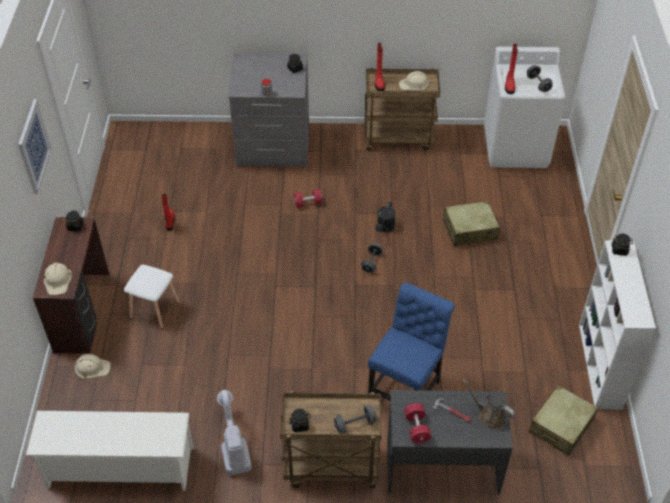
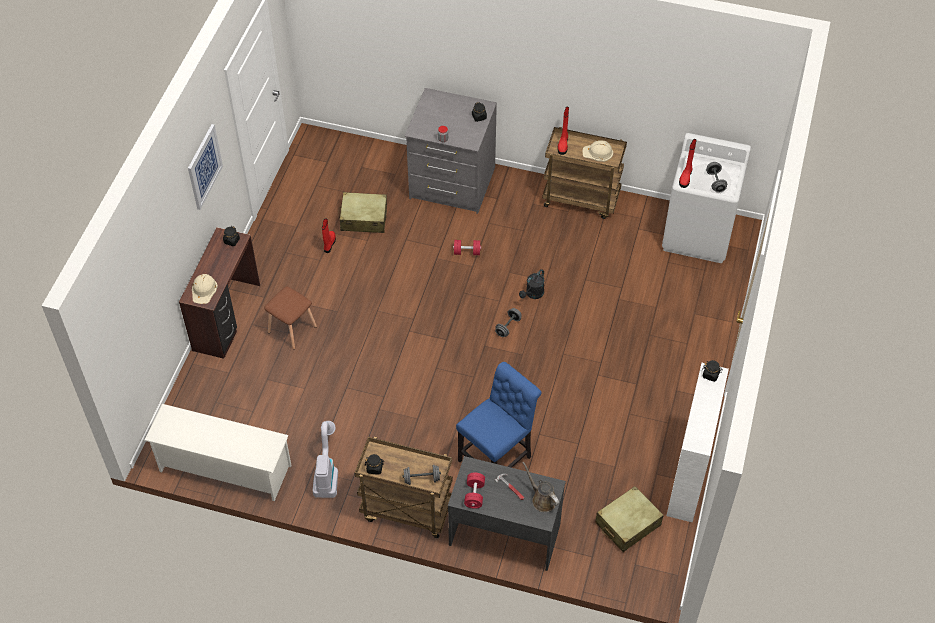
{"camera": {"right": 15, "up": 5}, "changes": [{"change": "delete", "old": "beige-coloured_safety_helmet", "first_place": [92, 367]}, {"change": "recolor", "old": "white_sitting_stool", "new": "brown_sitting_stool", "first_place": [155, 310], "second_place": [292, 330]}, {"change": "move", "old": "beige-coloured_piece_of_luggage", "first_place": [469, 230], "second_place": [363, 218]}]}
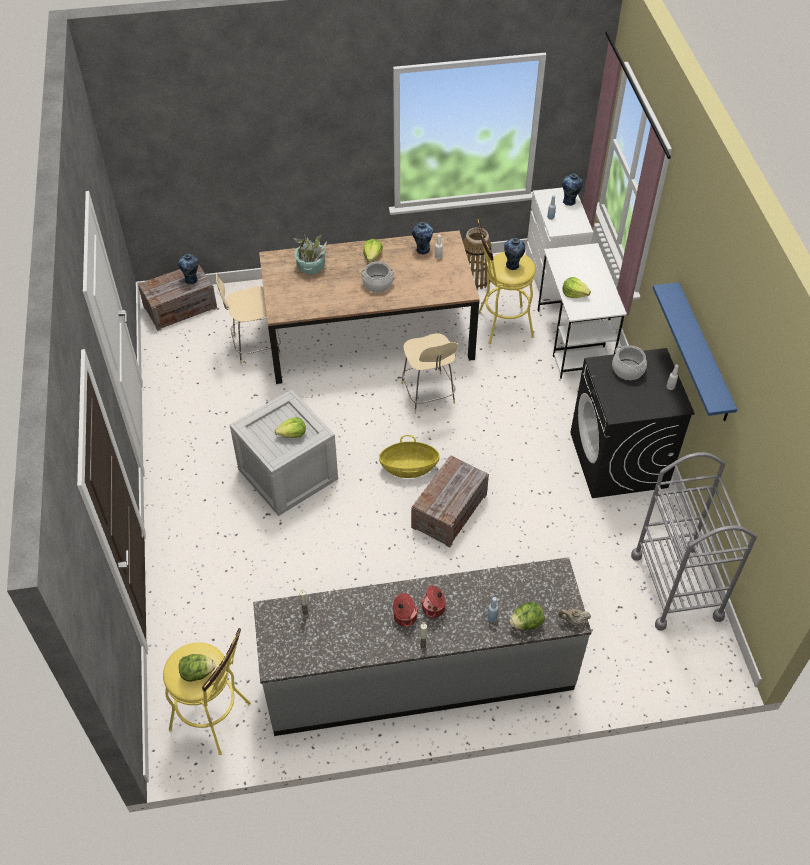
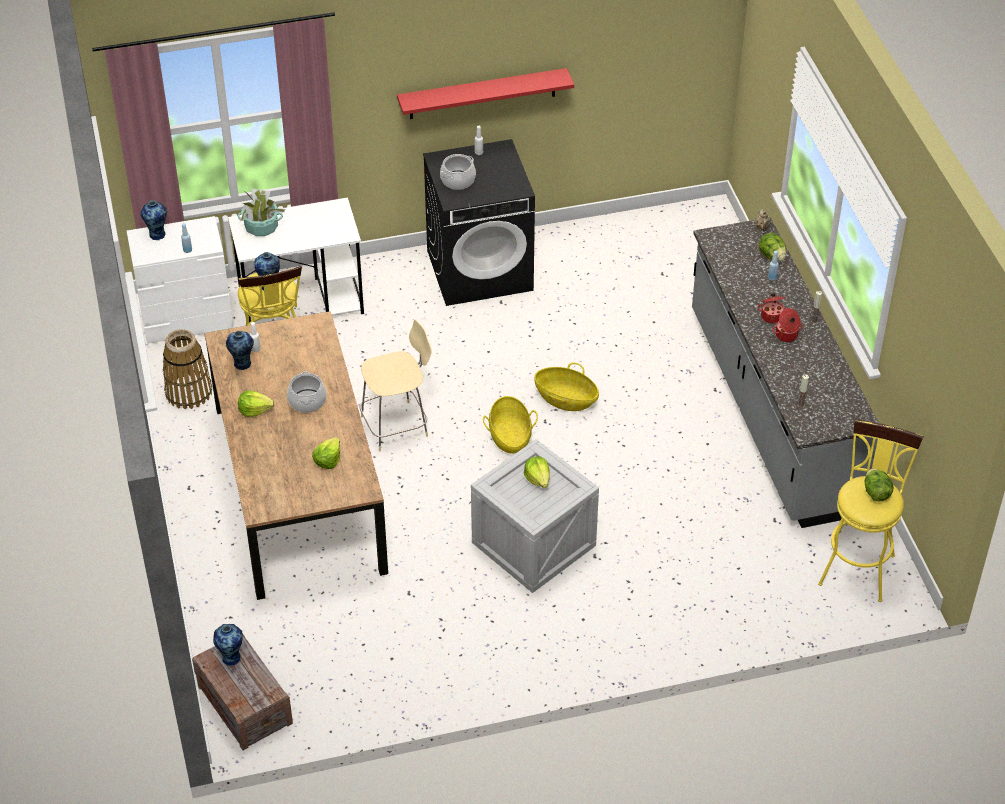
{"camera": {"right": -95, "up": -5}, "changes": [{"change": "delete", "old": "beige-coloured_chair", "first_place": [254, 346]}, {"change": "move", "old": "plant_in_a_pot", "first_place": [311, 266], "second_place": [261, 227]}, {"change": "replace", "old": "shipping_crate", "new": "household_basket", "first_place": [449, 510], "second_place": [566, 399]}, {"change": "move", "old": "head_of_lettuce", "first_place": [574, 293], "second_place": [328, 460]}, {"change": "delete", "old": "greyish_cart", "first_place": [676, 586]}, {"change": "recolor", "old": "blue-coloured_wall_shelf", "new": "reddish_wall_shelf", "first_place": [703, 353], "second_place": [482, 94]}]}
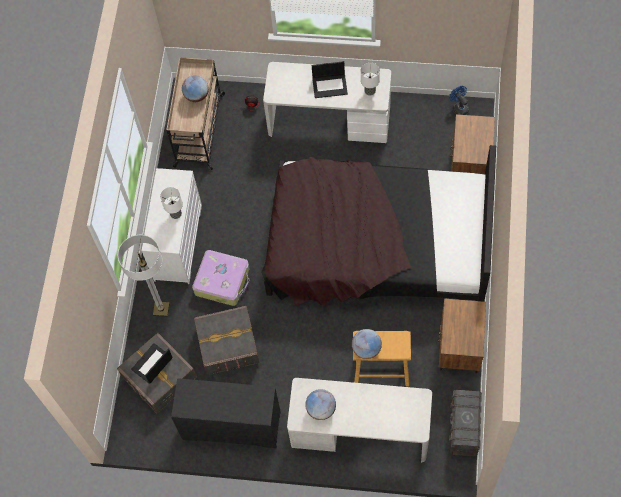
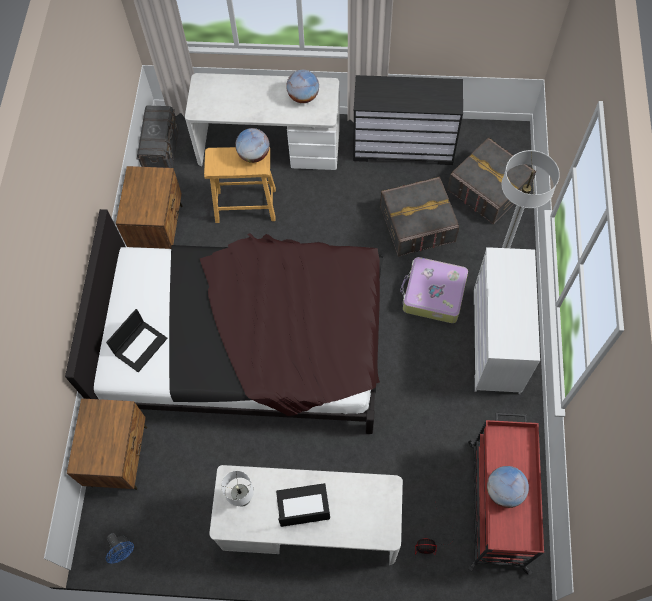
{"camera": {"right": 175, "up": 0}, "changes": [{"change": "move", "old": "laptop", "first_place": [152, 364], "second_place": [140, 345]}, {"change": "delete", "old": "lamp_for_a_table", "first_place": [176, 213]}, {"change": "recolor", "old": "beige-coloured_cart", "new": "reddish_cart", "first_place": [199, 131], "second_place": [496, 504]}]}
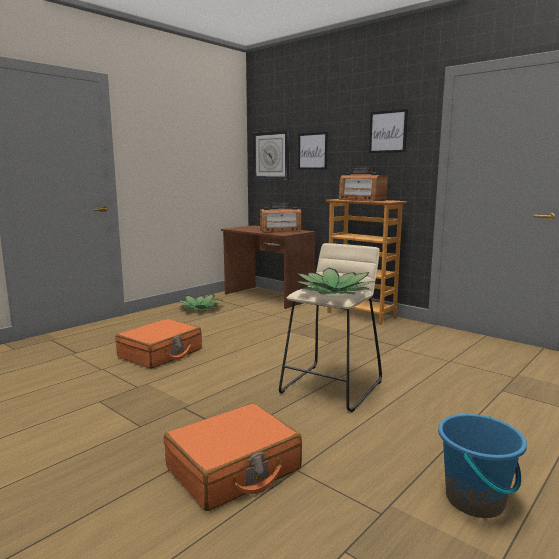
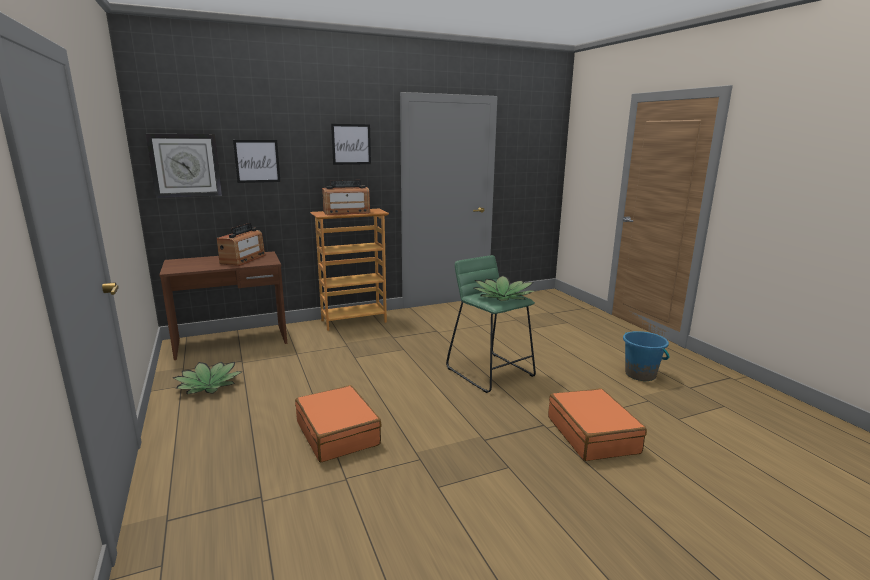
{"camera": {"right": -65, "up": 5}, "changes": [{"change": "recolor", "old": "beige-coloured_sitting_stool", "new": "greenish_sitting_stool", "first_place": [332, 387], "second_place": [490, 372]}]}
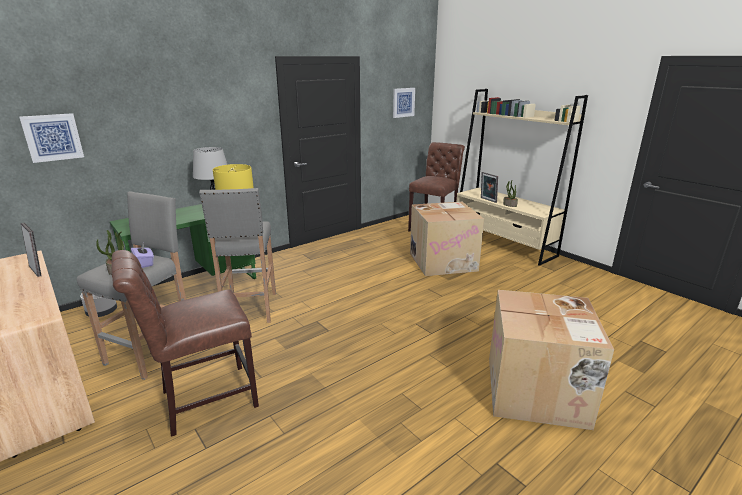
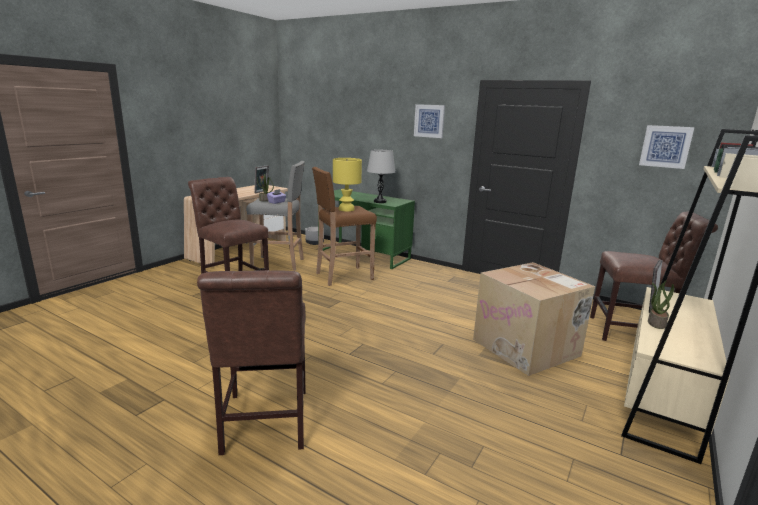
{"camera": {"right": 70, "up": -5}, "changes": [{"change": "move", "old": "picture", "first_place": [53, 137], "second_place": [429, 121]}, {"change": "recolor", "old": "greyish_sitting_stool", "new": "brown_sitting_stool", "first_place": [250, 309], "second_place": [343, 276]}, {"change": "replace", "old": "carton", "new": "brown_chair", "first_place": [537, 392], "second_place": [264, 425]}]}
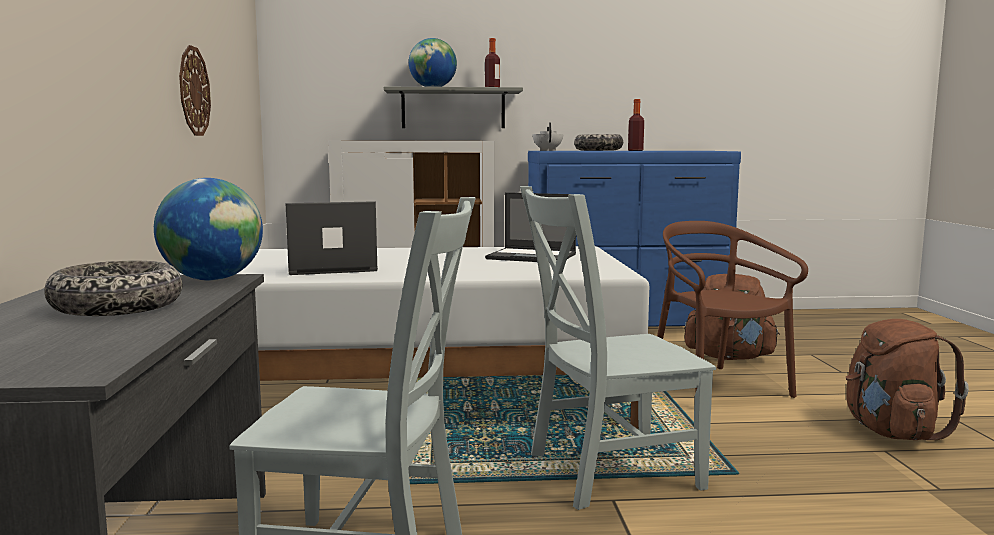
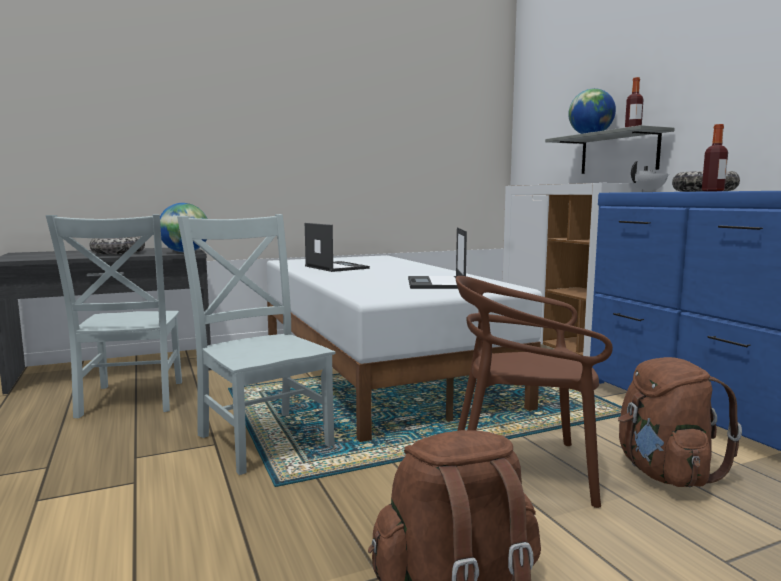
{"camera": {"right": 70, "up": 0}, "changes": [{"change": "delete", "old": "wall_clock", "first_place": [193, 91]}, {"change": "rotate", "old": "brown_chair", "first_place": [716, 387], "second_place": [521, 469], "degrees": -135}]}
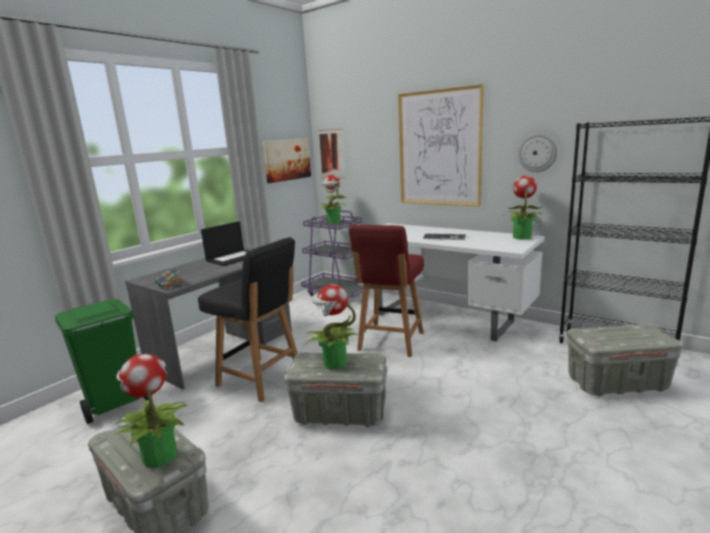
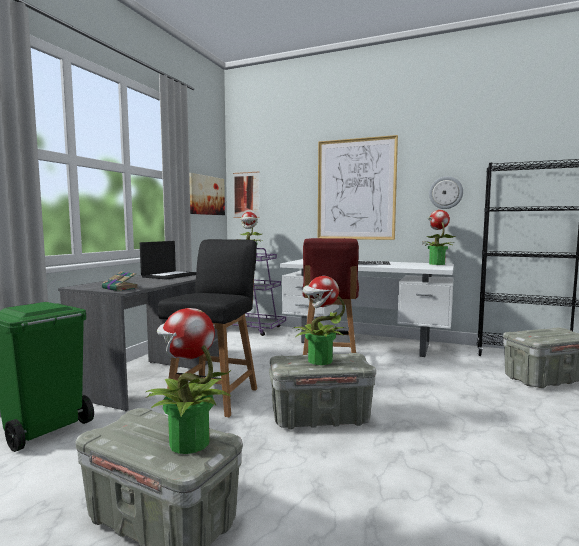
{"camera": {"right": -15, "up": -10}, "changes": [{"change": "rotate", "old": "black-coloured_chair", "first_place": [261, 379], "second_place": [215, 396], "degrees": -90}]}
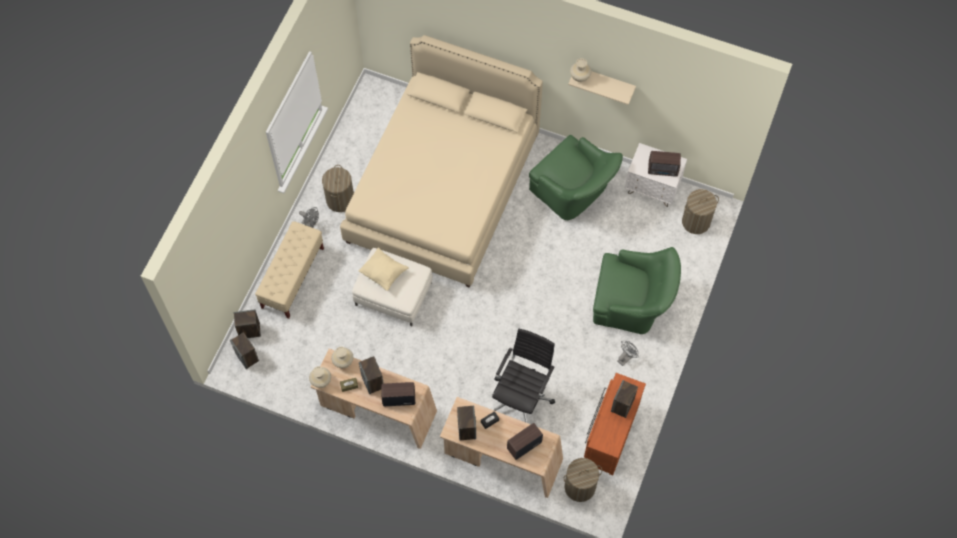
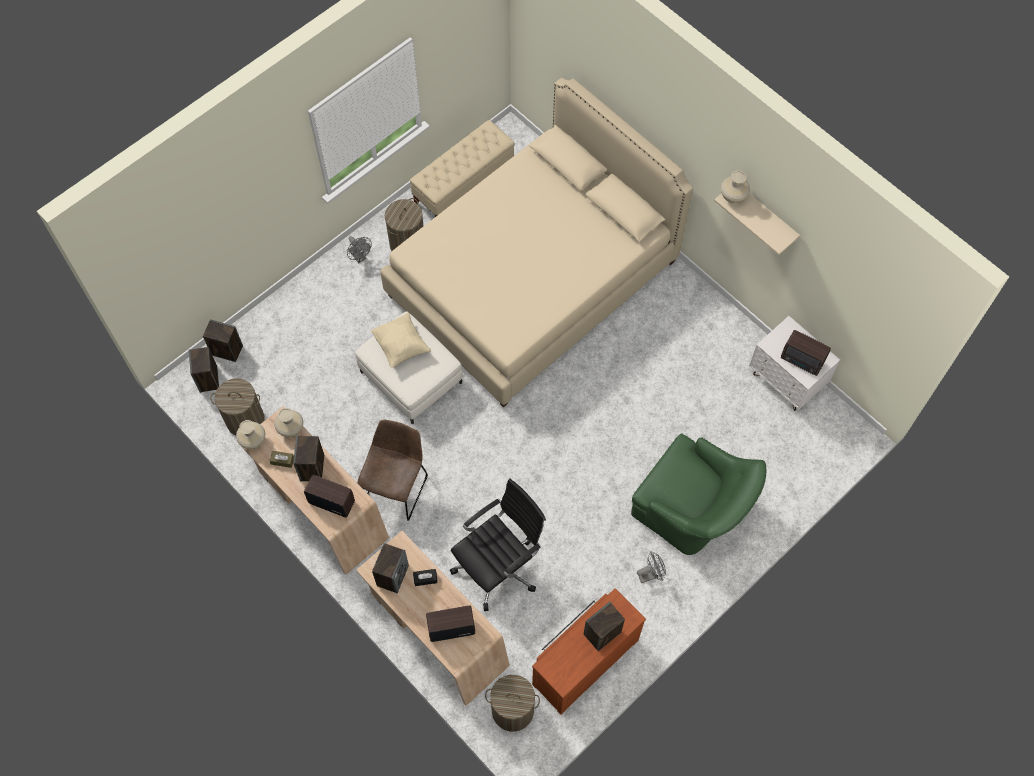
{"camera": {"right": 25, "up": 0}, "changes": [{"change": "move", "old": "beige-coloured_bench", "first_place": [293, 278], "second_place": [464, 186]}, {"change": "delete", "old": "greenish_lounge_chair", "first_place": [574, 192]}, {"change": "move", "old": "hamper", "first_place": [696, 222], "second_place": [245, 420]}, {"change": "insert", "new": "brown_chair", "second_place": [396, 486]}]}
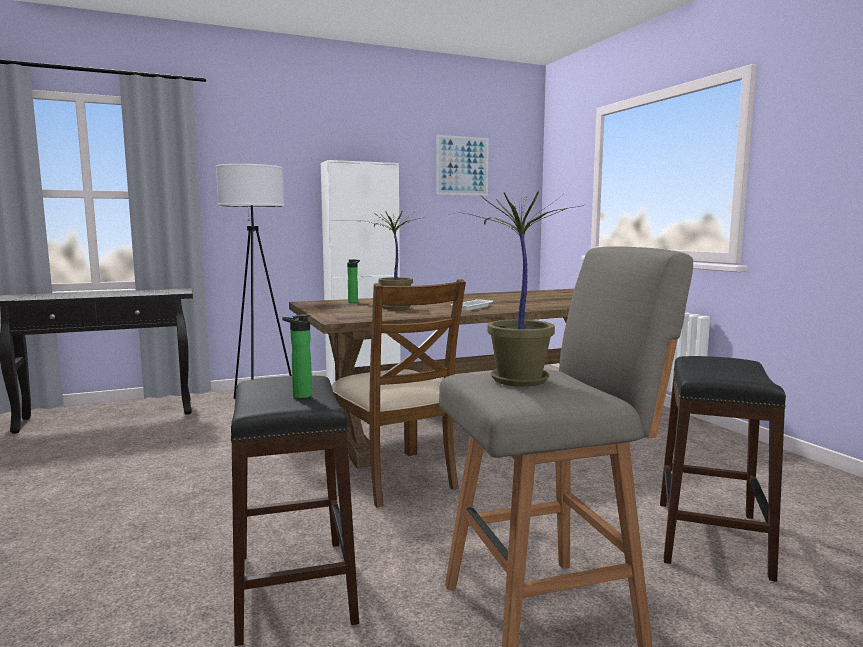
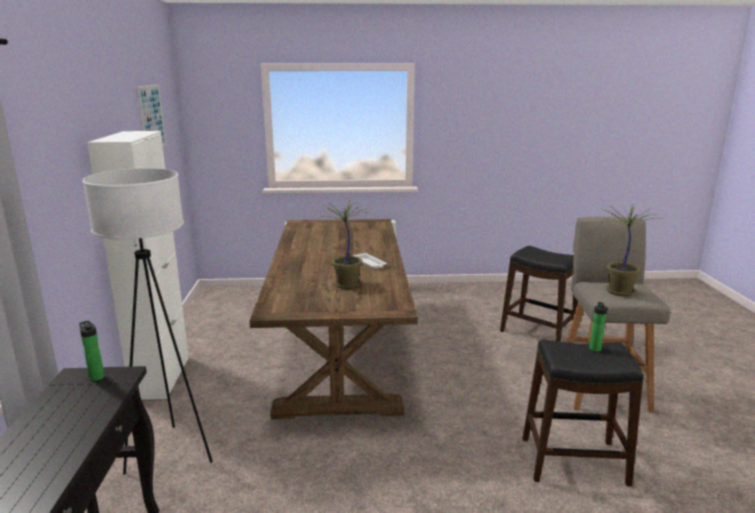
{"camera": {"right": -70, "up": 10}, "changes": [{"change": "delete", "old": "brown_chair", "first_place": [395, 477]}, {"change": "move", "old": "beverage_bottle", "first_place": [354, 302], "second_place": [96, 376]}]}
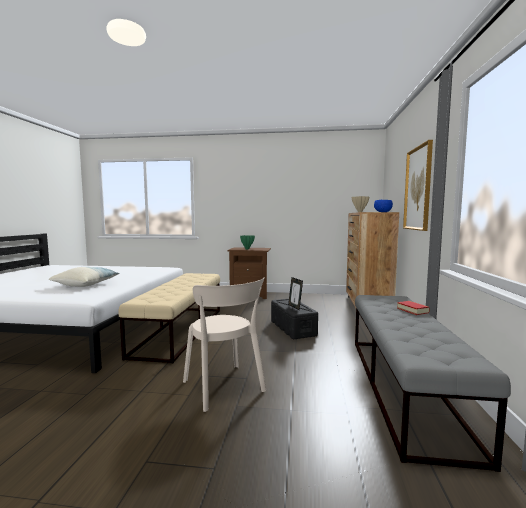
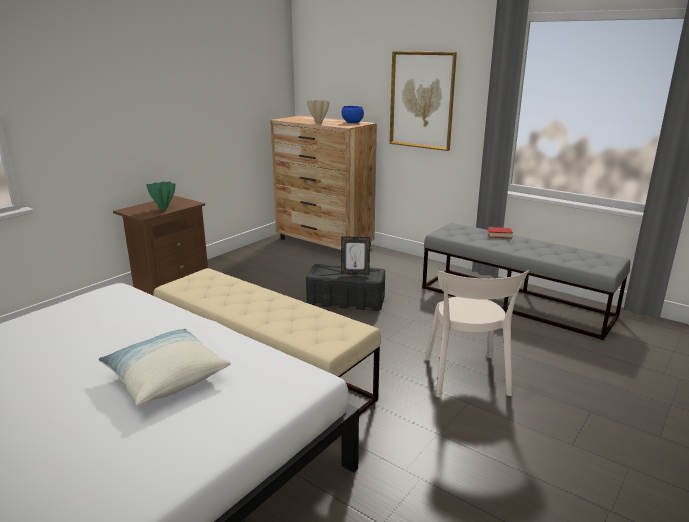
{"camera": {"right": -60, "up": 15}, "changes": [{"change": "rotate", "old": "beige-coloured_chair", "first_place": [225, 388], "second_place": [467, 379], "degrees": 90}]}
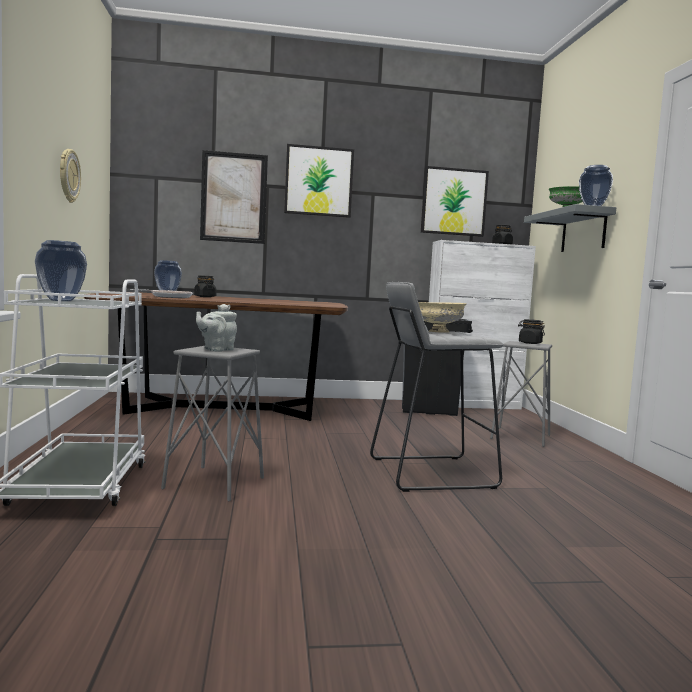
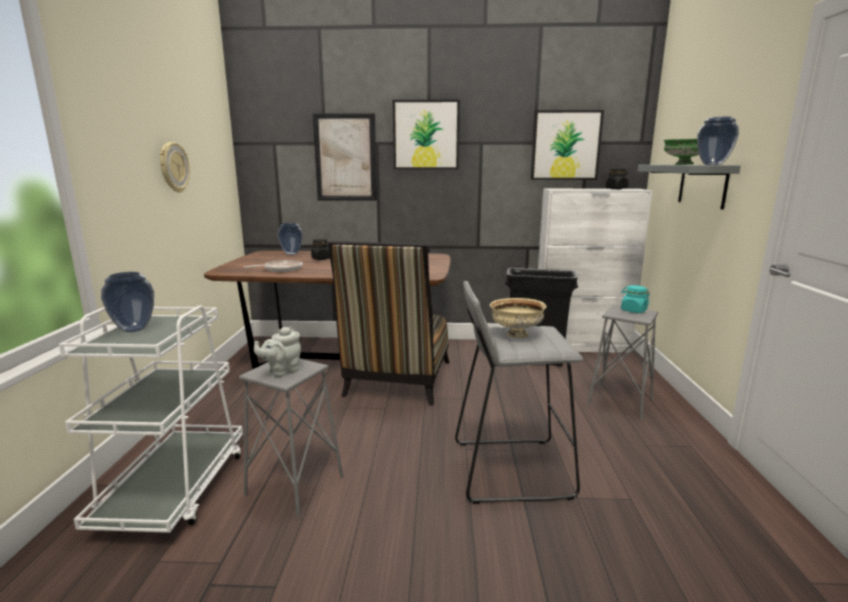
{"camera": {"right": 10, "up": 10}, "changes": [{"change": "recolor", "old": "black-coloured_storage_jar", "new": "turquoise_storage_jar", "first_place": [530, 343], "second_place": [633, 310]}, {"change": "insert", "new": "chair", "second_place": [397, 381]}]}
